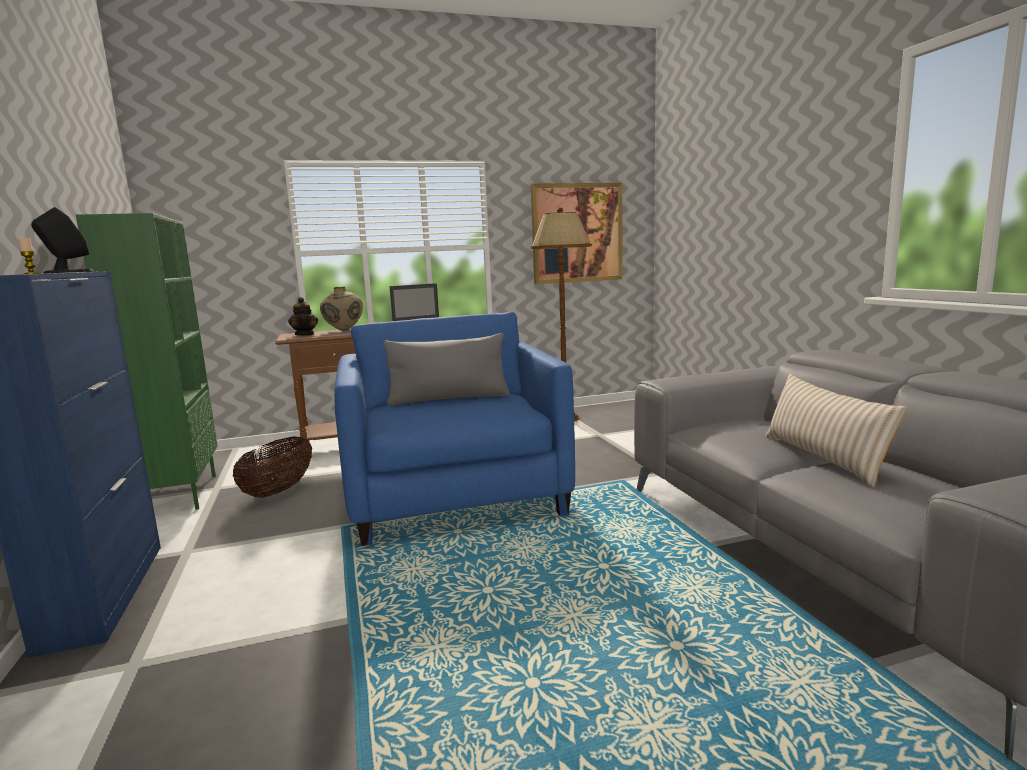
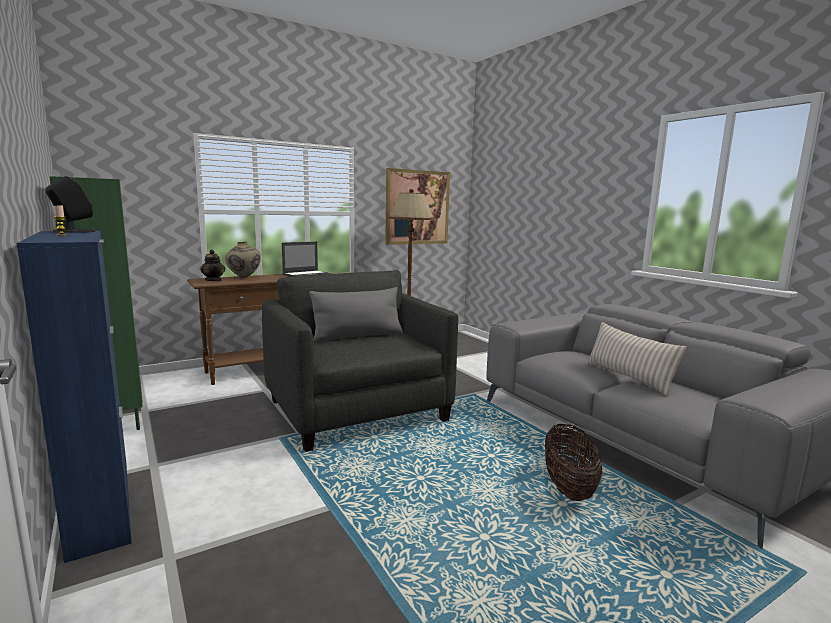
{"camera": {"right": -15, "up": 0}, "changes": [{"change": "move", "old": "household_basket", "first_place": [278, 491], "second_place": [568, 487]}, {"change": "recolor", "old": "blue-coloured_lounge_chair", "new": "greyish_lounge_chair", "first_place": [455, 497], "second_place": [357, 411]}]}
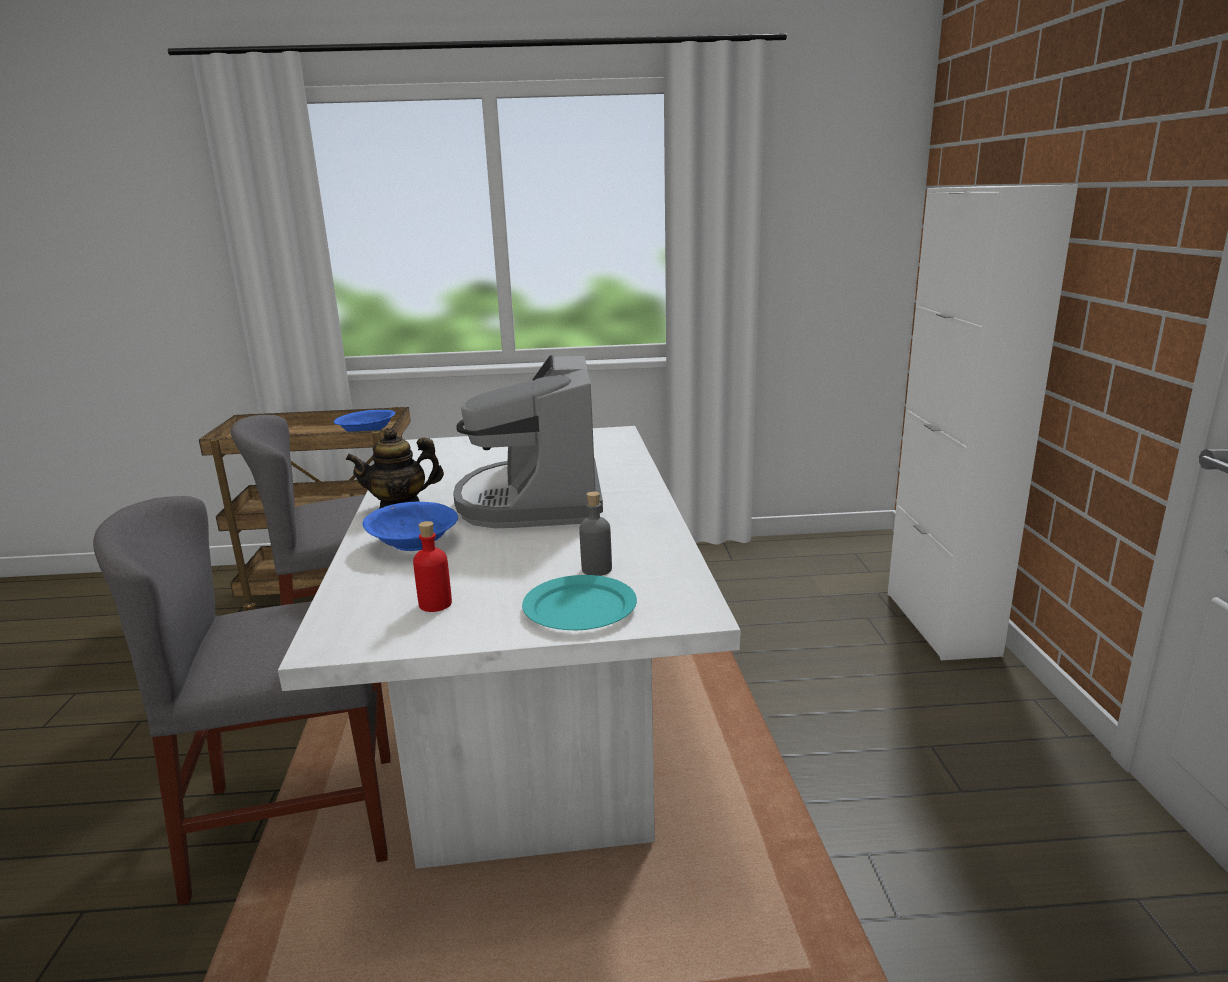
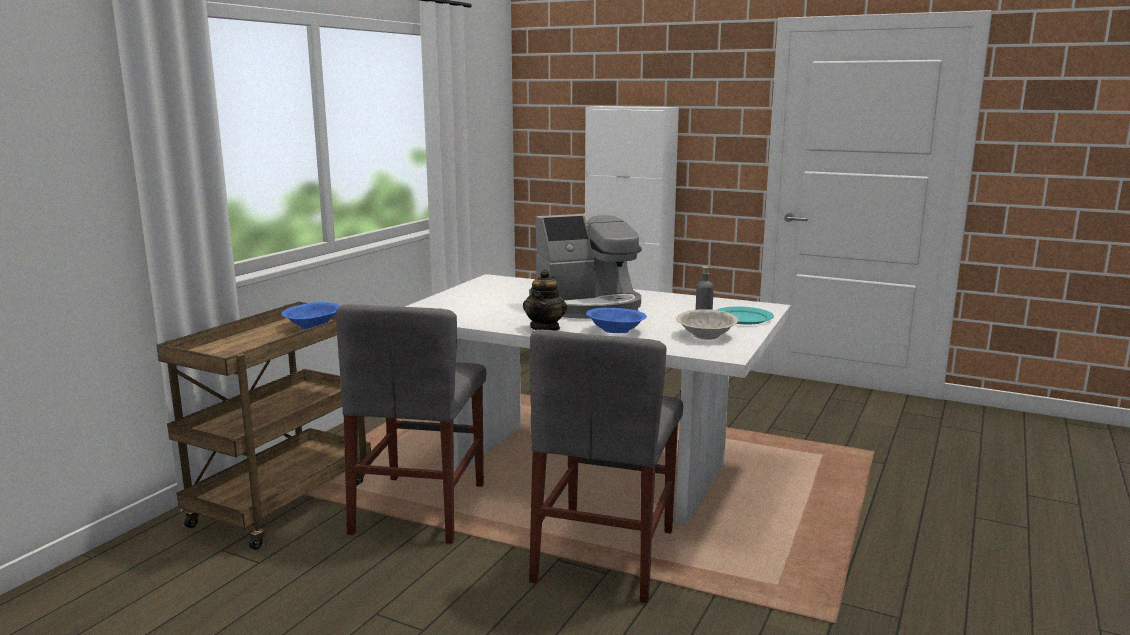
{"camera": {"right": -60, "up": -5}, "changes": [{"change": "replace", "old": "reddish_beverage_bottle", "new": "beige-coloured_bowl", "first_place": [435, 604], "second_place": [706, 336]}, {"change": "rotate", "old": "coffee_machine", "first_place": [533, 501], "second_place": [588, 306], "degrees": -45}]}
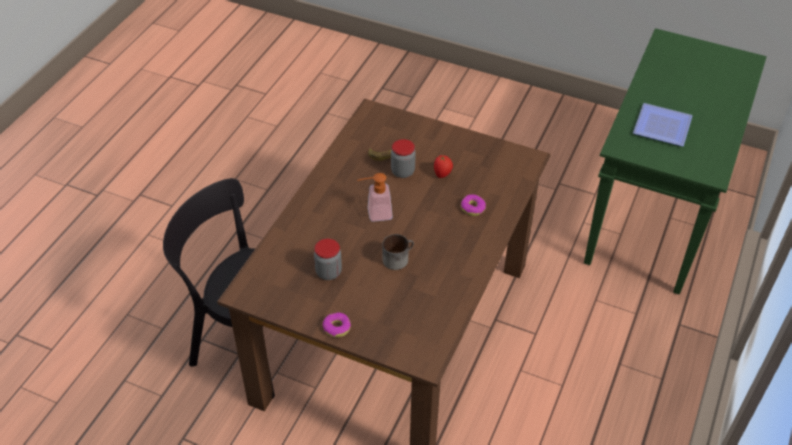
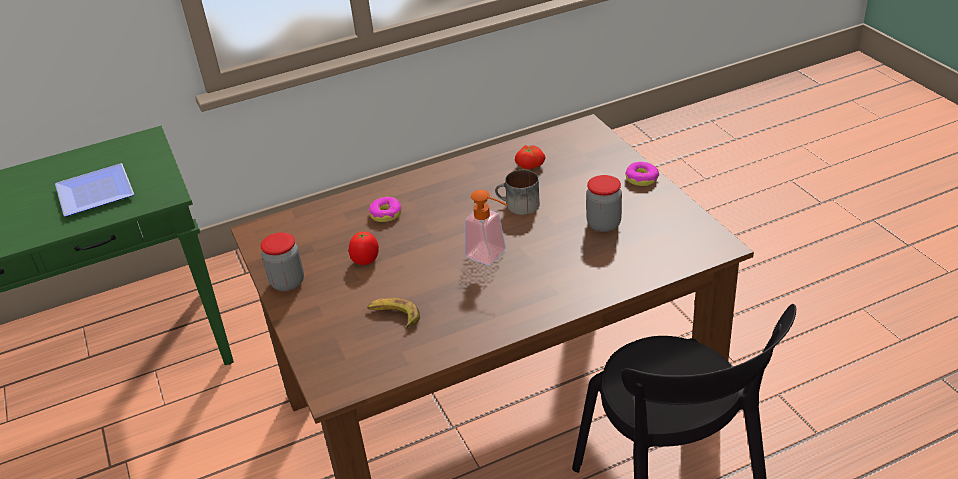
{"camera": {"right": -135, "up": -10}, "changes": [{"change": "move", "old": "storage_jar", "first_place": [402, 172], "second_place": [287, 282]}, {"change": "insert", "new": "fresh_tomato", "second_place": [530, 164]}]}
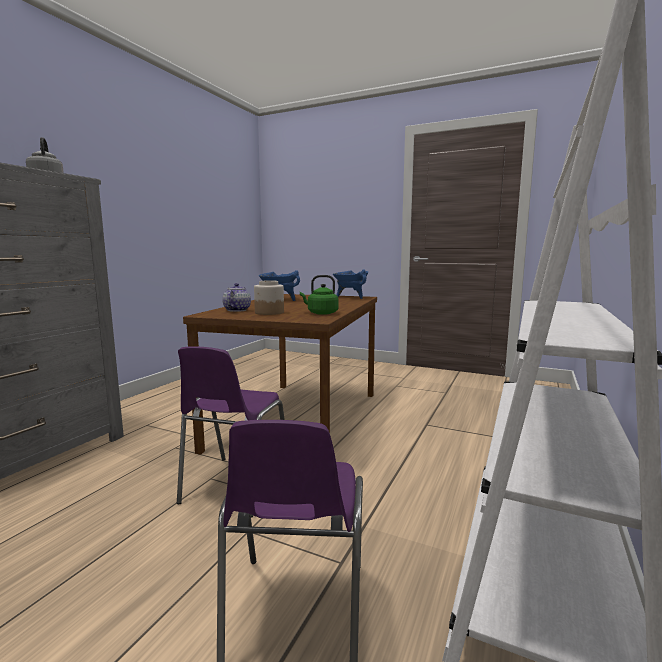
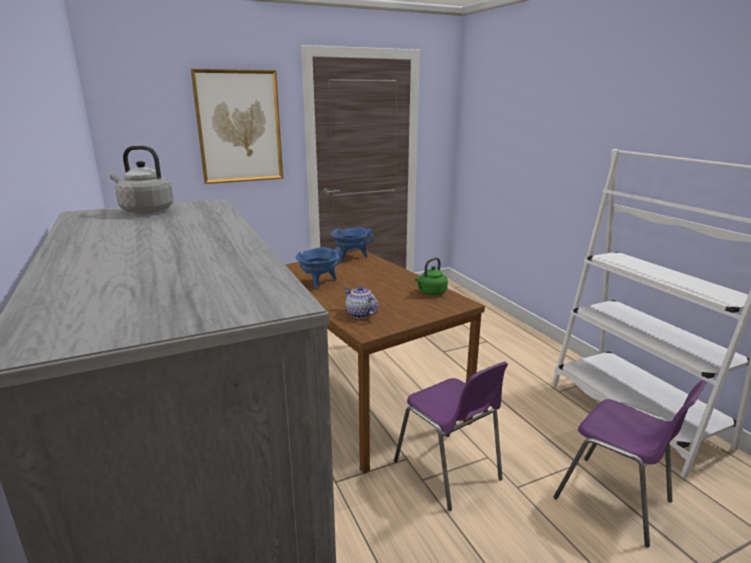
{"camera": {"right": -50, "up": 10}, "changes": [{"change": "delete", "old": "storage_jar", "first_place": [269, 312]}, {"change": "insert", "new": "picture", "second_place": [239, 127]}]}
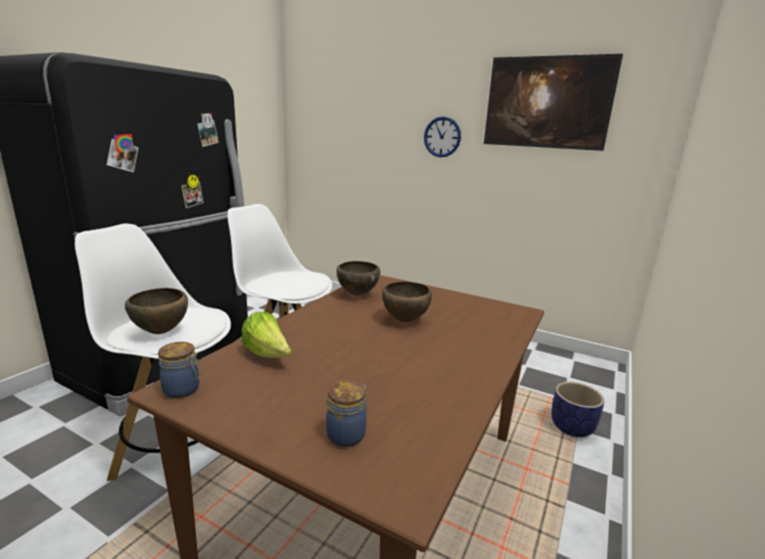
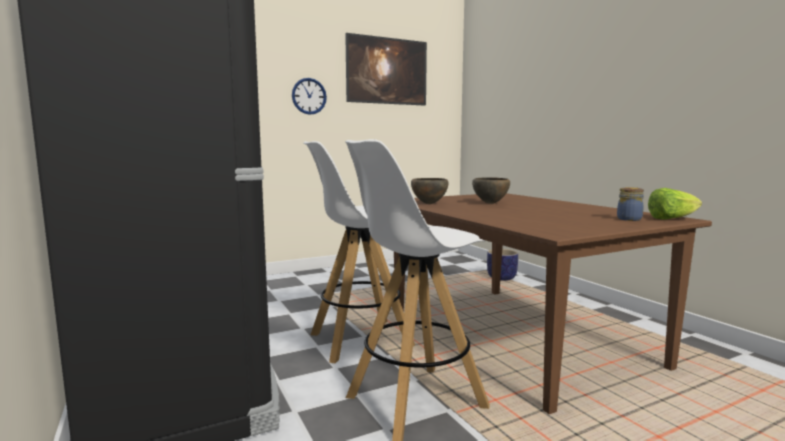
{"camera": {"right": -55, "up": -10}, "changes": [{"change": "delete", "old": "brown_bowl", "first_place": [161, 332]}, {"change": "delete", "old": "storage_jar", "first_place": [183, 390]}, {"change": "move", "old": "head_of_lettuce", "first_place": [268, 355], "second_place": [671, 219]}]}
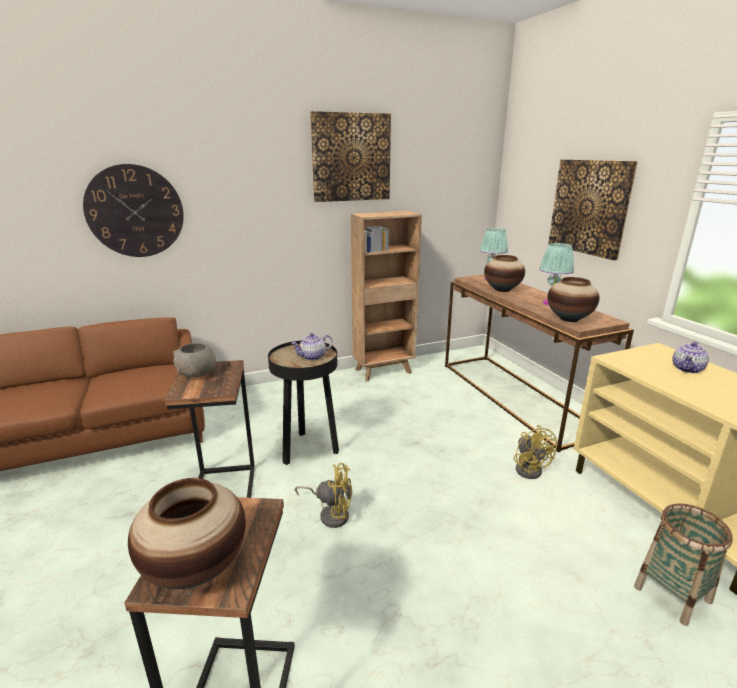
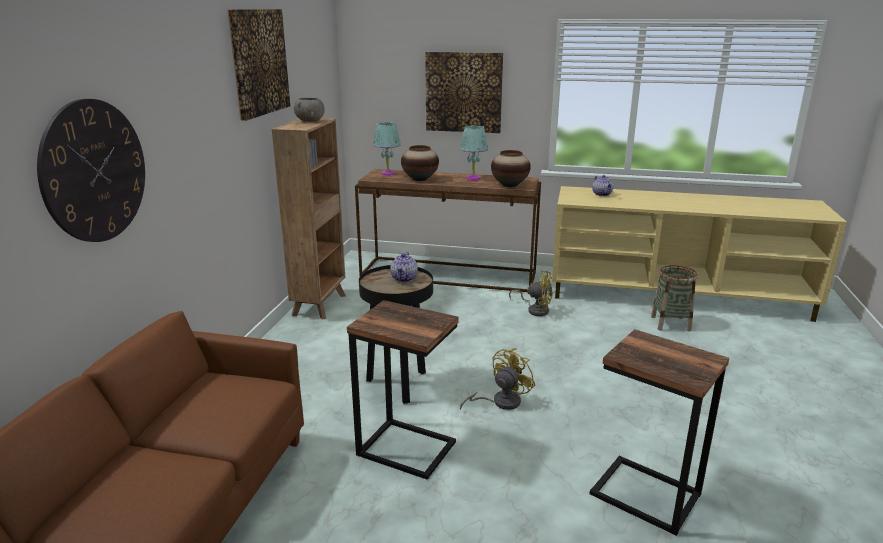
{"camera": {"right": -55, "up": 0}, "changes": [{"change": "delete", "old": "flower_vase", "first_place": [195, 569]}, {"change": "move", "old": "greyish_bowl", "first_place": [197, 374], "second_place": [310, 121]}]}
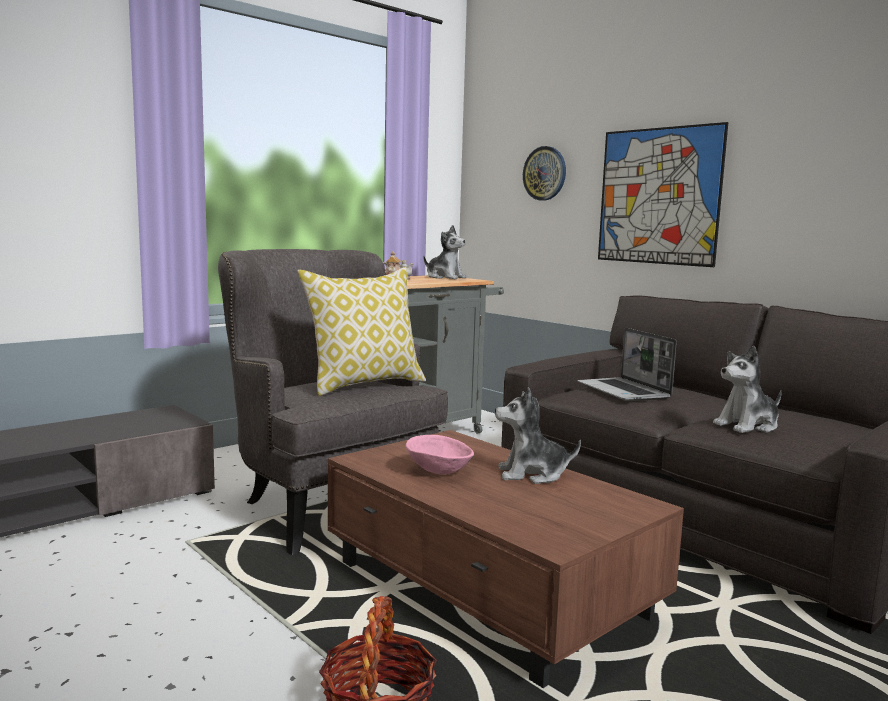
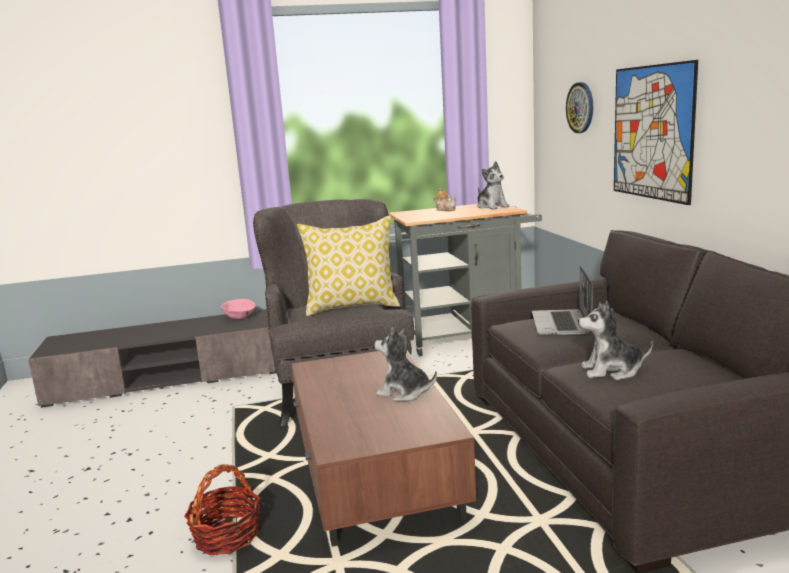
{"camera": {"right": 30, "up": 5}, "changes": [{"change": "move", "old": "pinkish_bowl", "first_place": [439, 471], "second_place": [239, 318]}]}
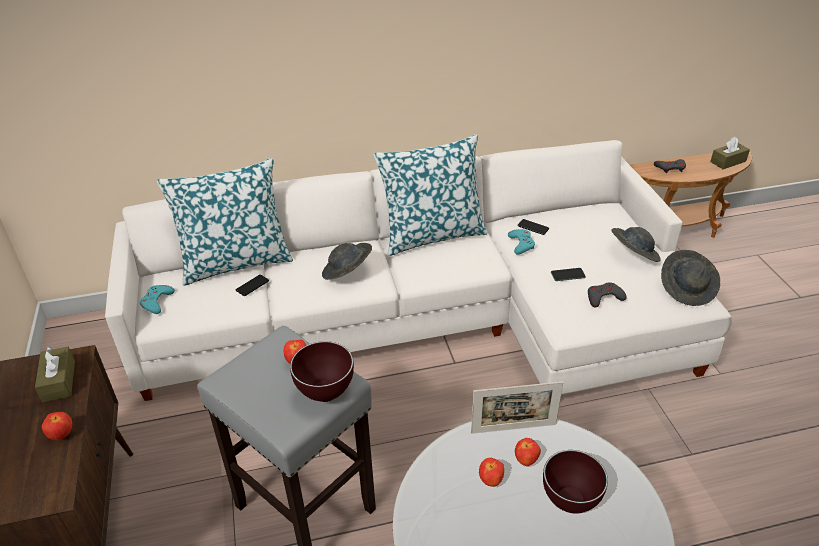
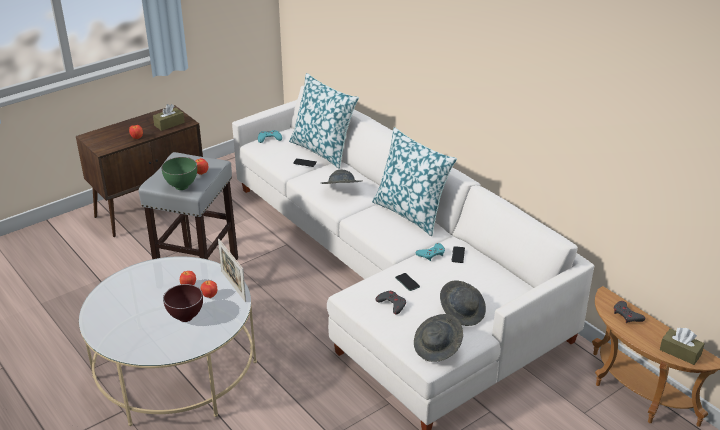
{"camera": {"right": 65, "up": -5}, "changes": [{"change": "recolor", "old": "brown_bowl", "new": "greenish_bowl", "first_place": [325, 395], "second_place": [181, 187]}]}
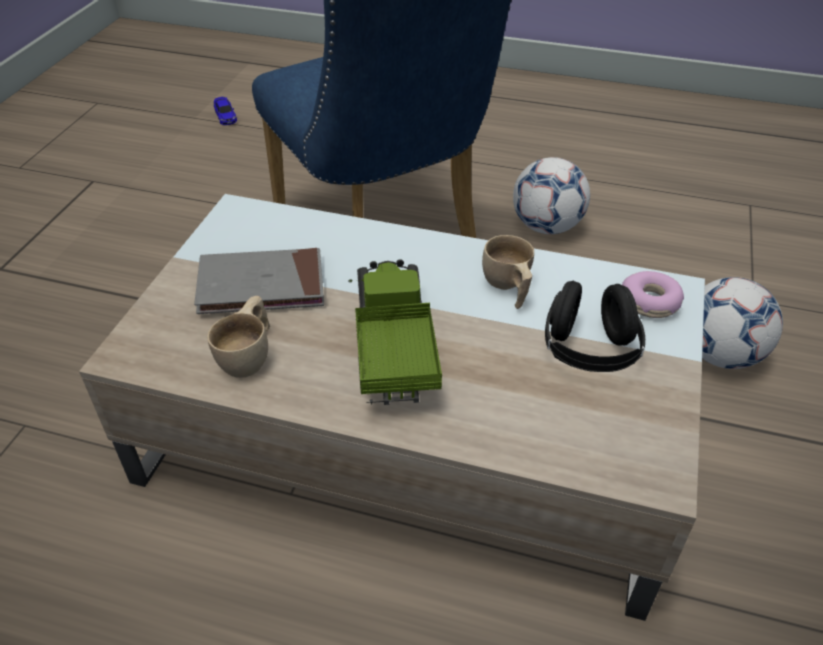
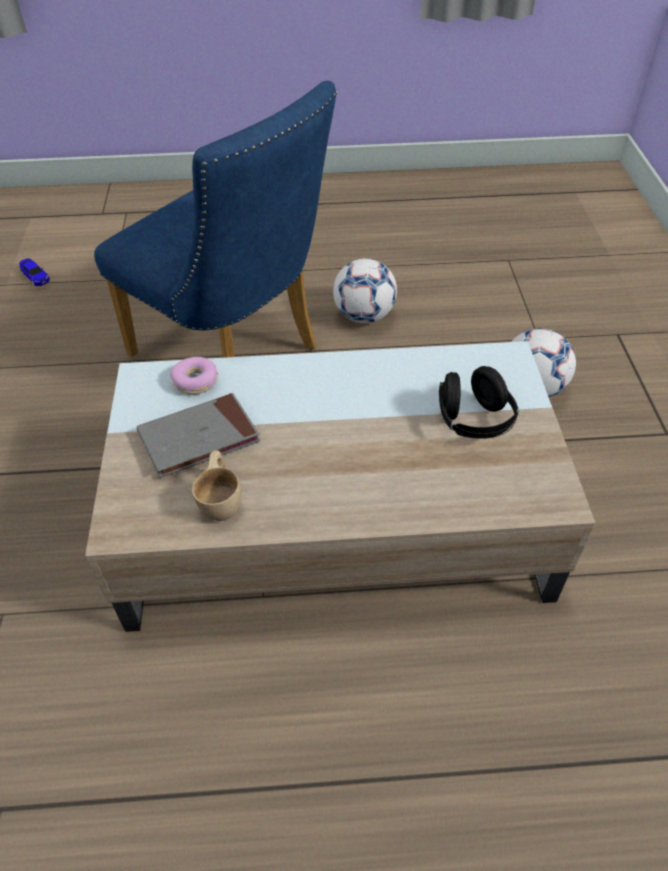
{"camera": {"right": -20, "up": 5}, "changes": [{"change": "delete", "old": "toy_lorry", "first_place": [392, 349]}, {"change": "delete", "old": "beige-coloured_small_cup", "first_place": [508, 288]}, {"change": "move", "old": "doughnut", "first_place": [650, 302], "second_place": [196, 381]}]}
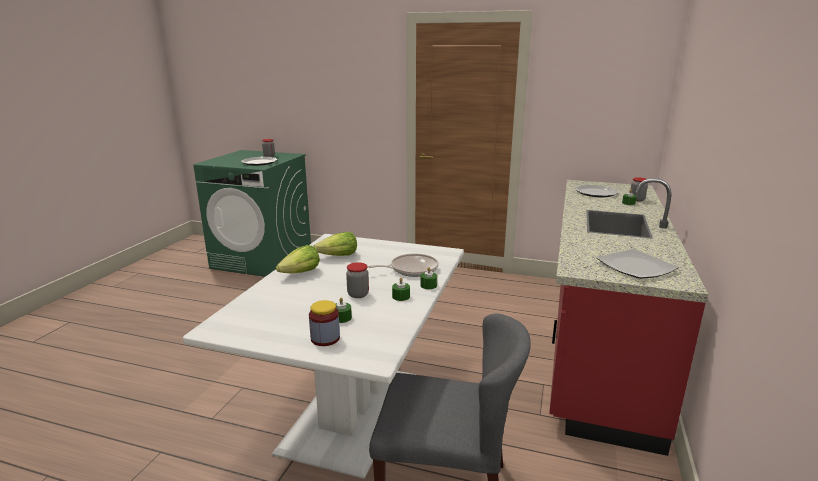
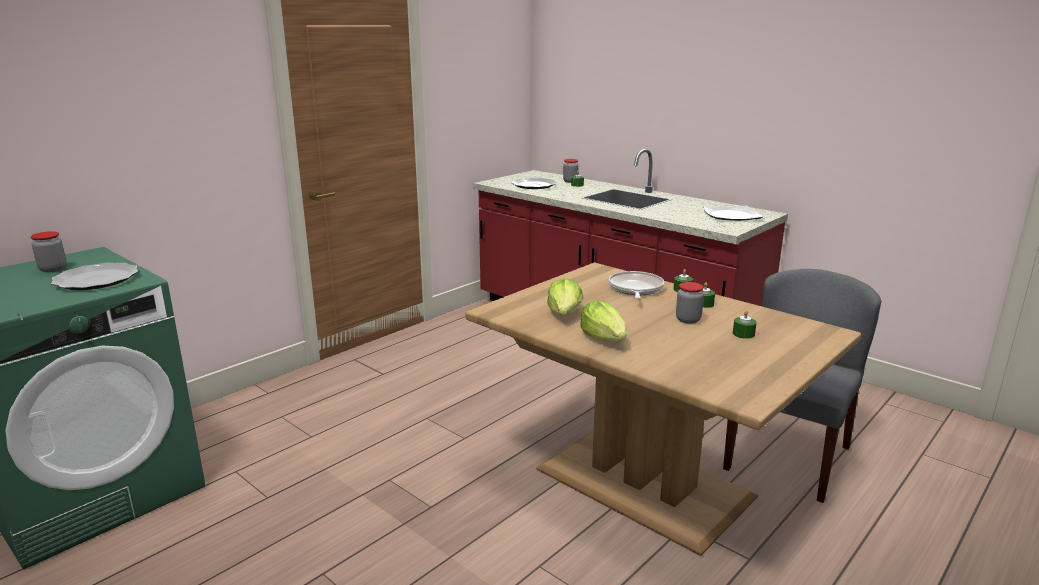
{"camera": {"right": -65, "up": 0}, "changes": [{"change": "recolor", "old": "white_kitchen_table", "new": "brown_kitchen_table", "first_place": [354, 411], "second_place": [644, 481]}, {"change": "delete", "old": "storage_jar", "first_place": [325, 338]}]}
